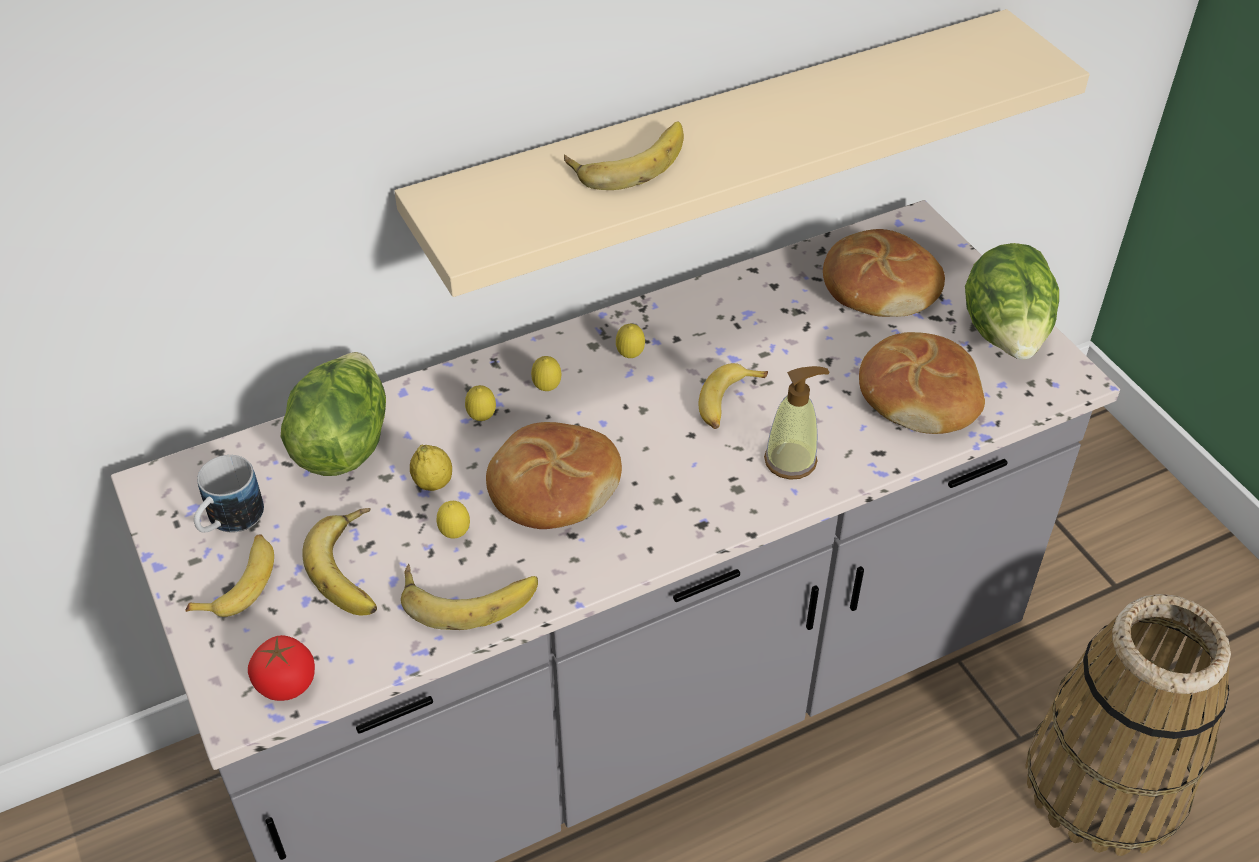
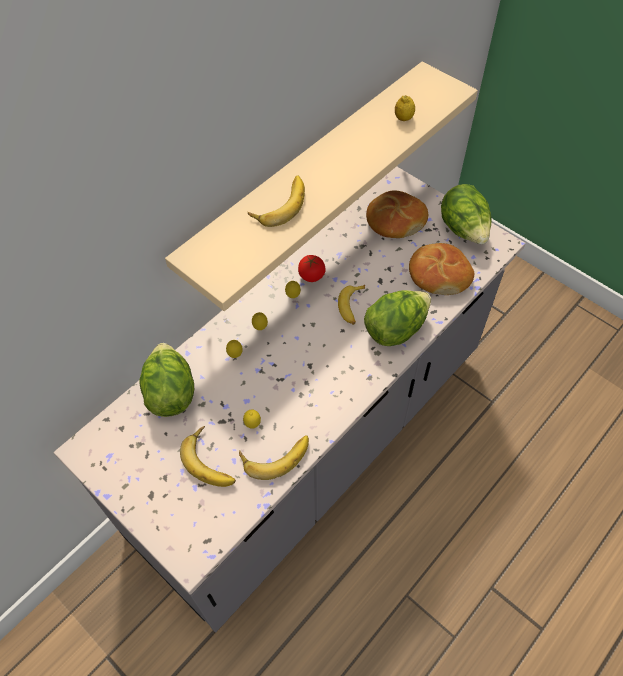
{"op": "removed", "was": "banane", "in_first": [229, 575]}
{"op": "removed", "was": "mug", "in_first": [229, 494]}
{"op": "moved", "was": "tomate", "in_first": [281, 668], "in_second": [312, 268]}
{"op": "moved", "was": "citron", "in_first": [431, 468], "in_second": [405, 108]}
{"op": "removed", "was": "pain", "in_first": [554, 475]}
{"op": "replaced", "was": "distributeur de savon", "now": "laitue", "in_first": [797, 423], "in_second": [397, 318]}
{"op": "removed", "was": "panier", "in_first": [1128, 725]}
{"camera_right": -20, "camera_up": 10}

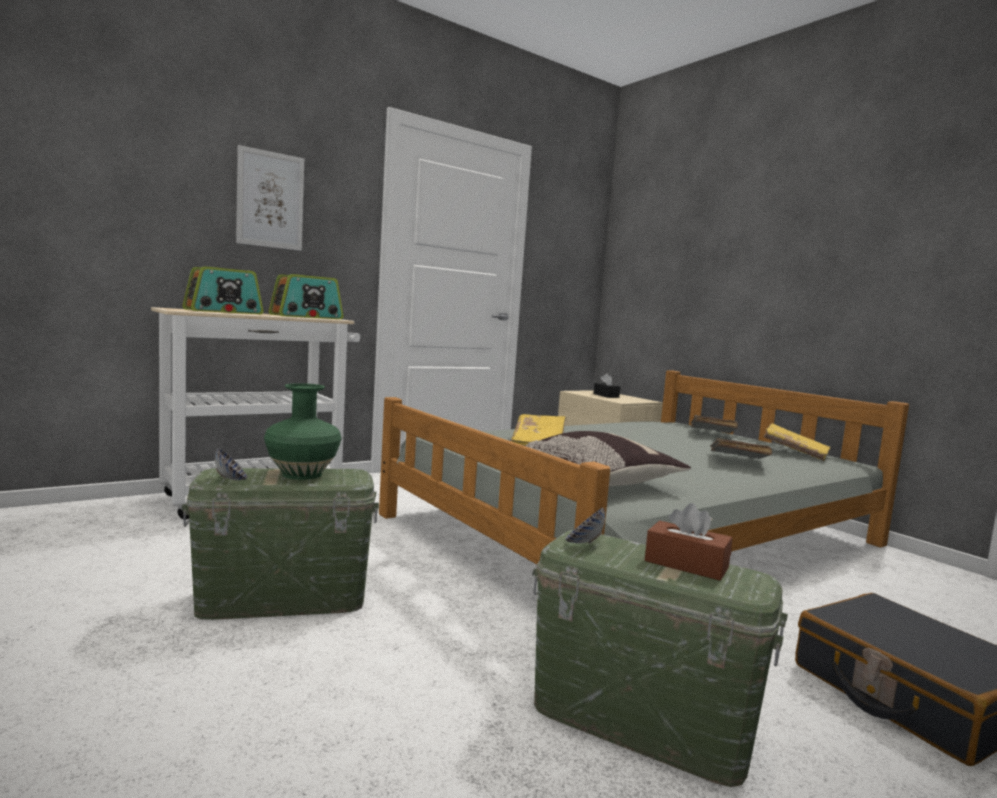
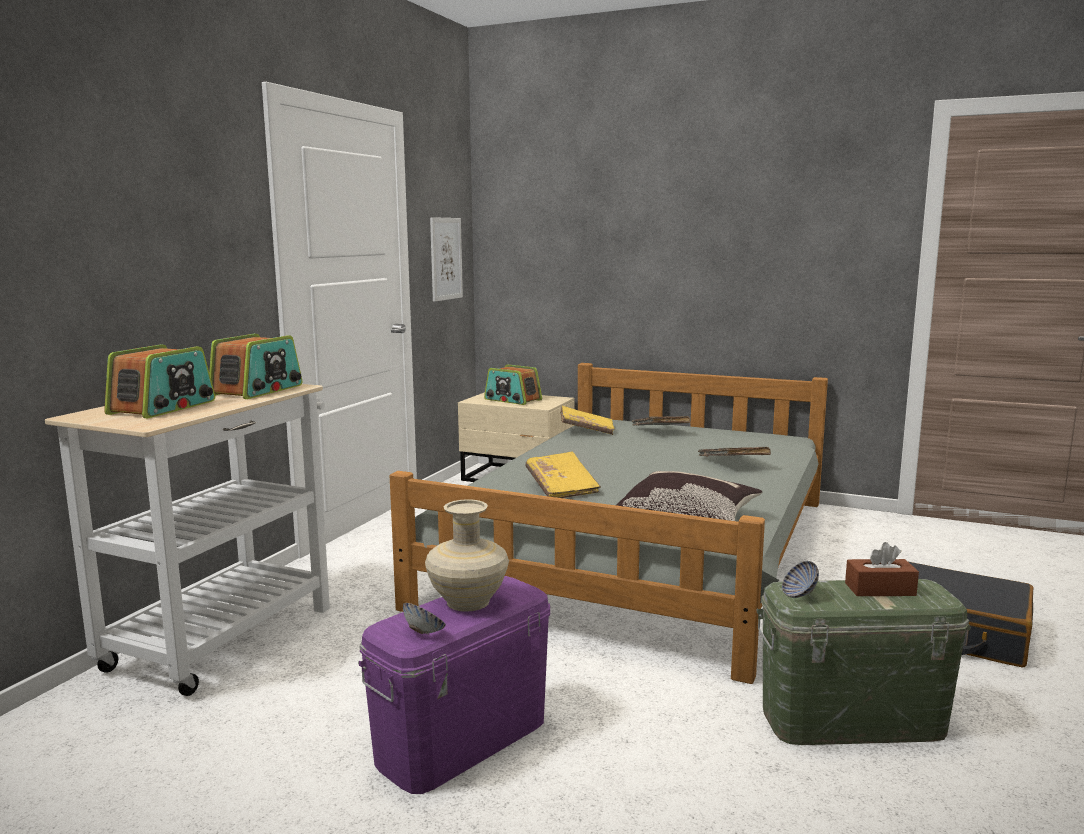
{"op": "recoloured", "was": "boîte de rangement (vert)", "now": "boîte de rangement (violet)", "in_first": [280, 544], "in_second": [454, 685]}
{"op": "moved", "was": "tableau", "in_first": [270, 198], "in_second": [446, 259]}
{"op": "recoloured", "was": "vase (vert)", "now": "vase (beige)", "in_first": [303, 431], "in_second": [467, 555]}
{"op": "replaced", "was": "boîte à mouchoirs (noir)", "now": "radio", "in_first": [606, 385], "in_second": [513, 384]}
{"op": "moved", "was": "livre (jaune)", "in_first": [797, 442], "in_second": [587, 420]}
{"camera_right": -30, "camera_up": 5}

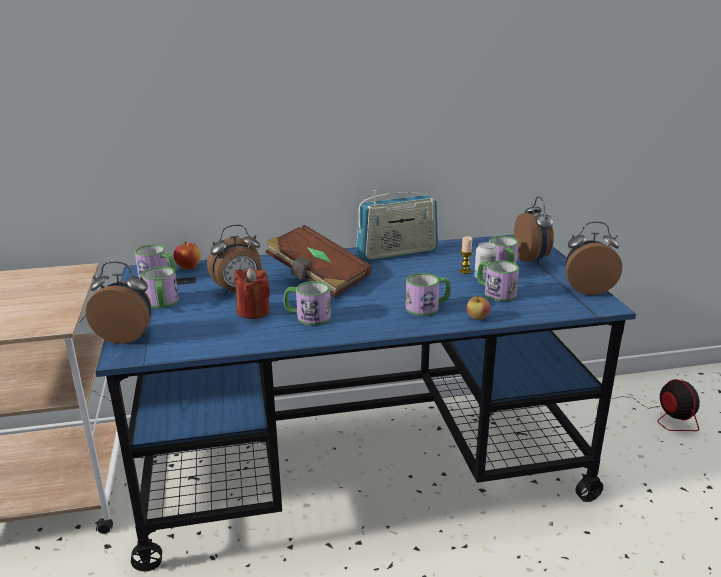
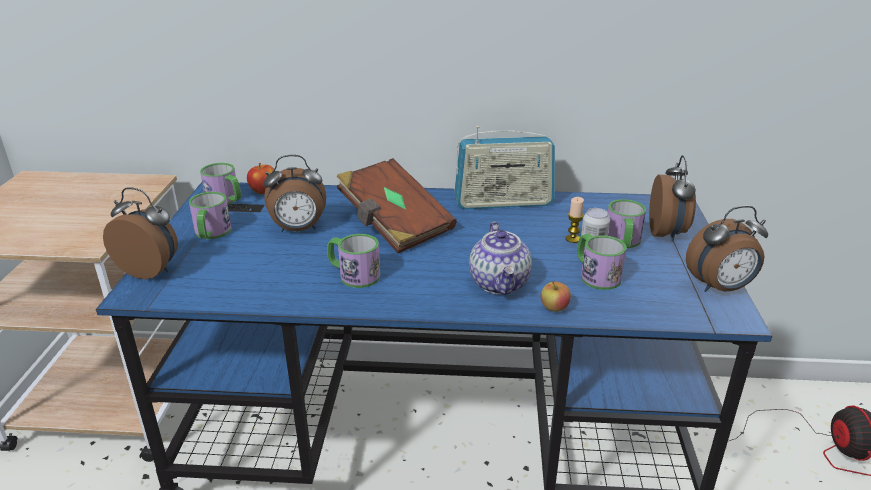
{"op": "removed", "was": "bougie (rouge)", "in_first": [252, 293]}
{"op": "replaced", "was": "mug", "now": "théière", "in_first": [428, 294], "in_second": [500, 258]}
{"op": "turned", "was": "réveil", "in_first": [593, 258], "in_second": [727, 249], "clockwise": 150}
{"camera_right": 15, "camera_up": 5}

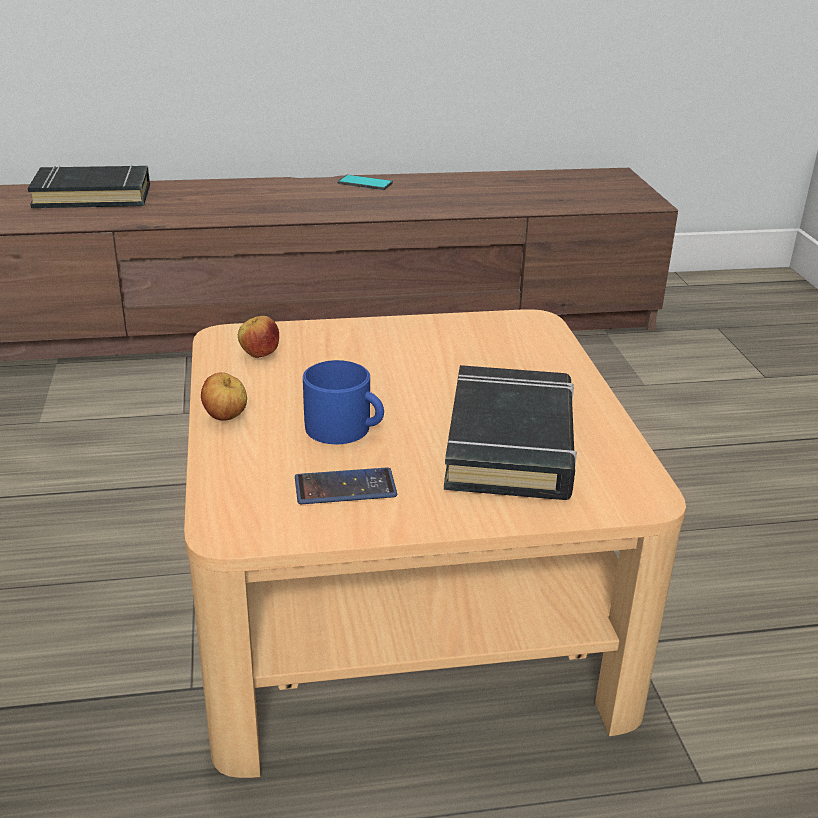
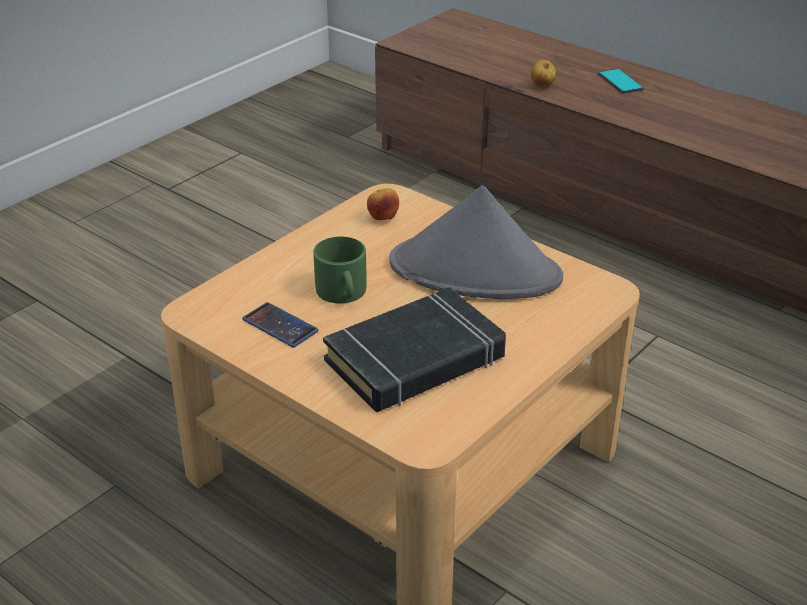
{"op": "removed", "was": "livre (noir)", "in_first": [89, 186]}
{"op": "moved", "was": "pomme", "in_first": [224, 396], "in_second": [544, 73]}
{"op": "recoloured", "was": "mug (bleu)", "now": "mug (vert)", "in_first": [343, 402], "in_second": [340, 270]}
{"op": "moved", "was": "téléphone", "in_first": [365, 182], "in_second": [621, 81]}
{"op": "added", "now": "chapeau (gris)", "in_second": [476, 242]}
{"camera_right": 50, "camera_up": 5}

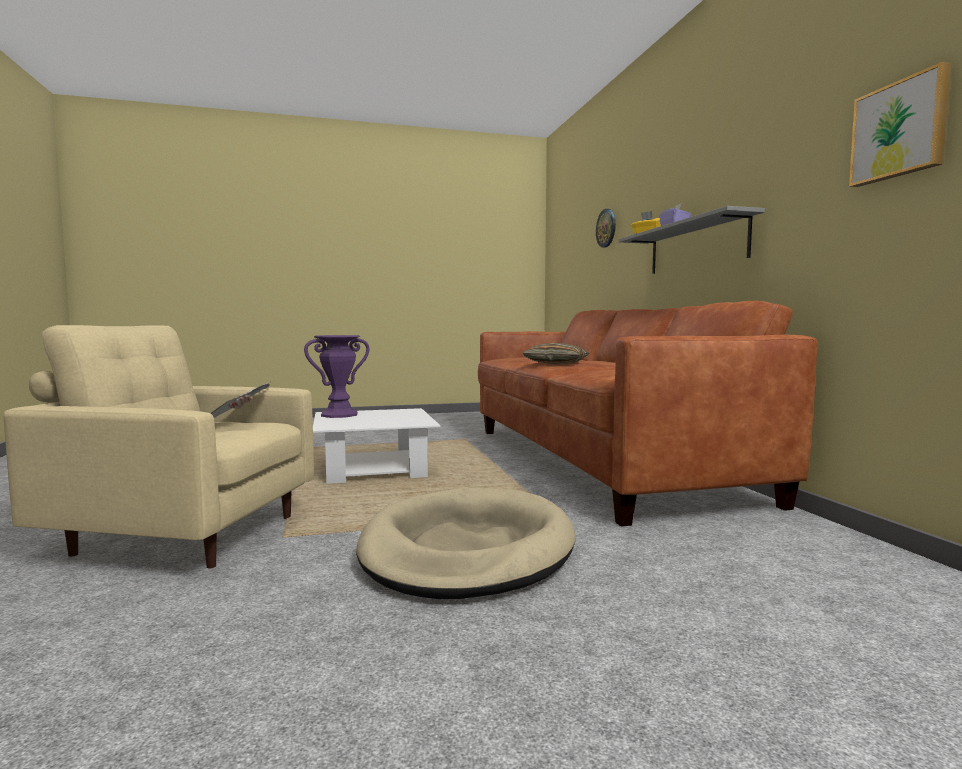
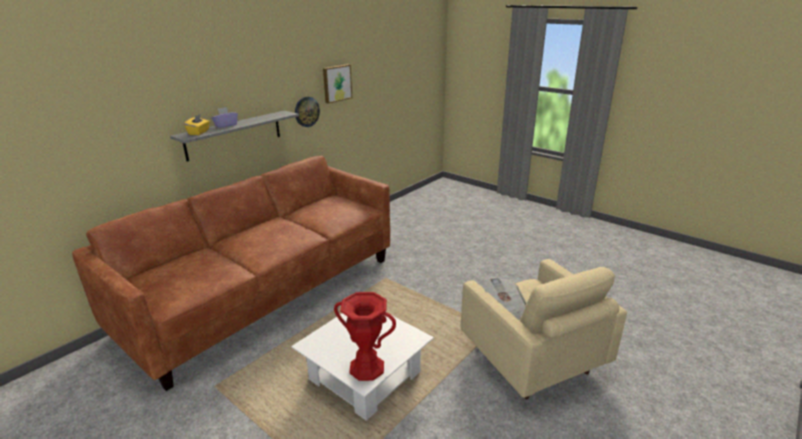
{"op": "recoloured", "was": "vase (violet)", "now": "vase (rouge)", "in_first": [337, 376], "in_second": [365, 336]}
{"op": "removed", "was": "panier pour chien (beige)", "in_first": [465, 543]}
{"op": "removed", "was": "coussin", "in_first": [556, 353]}
{"op": "moved", "was": "horloge murale", "in_first": [606, 228], "in_second": [307, 112]}
{"camera_right": -125, "camera_up": 20}

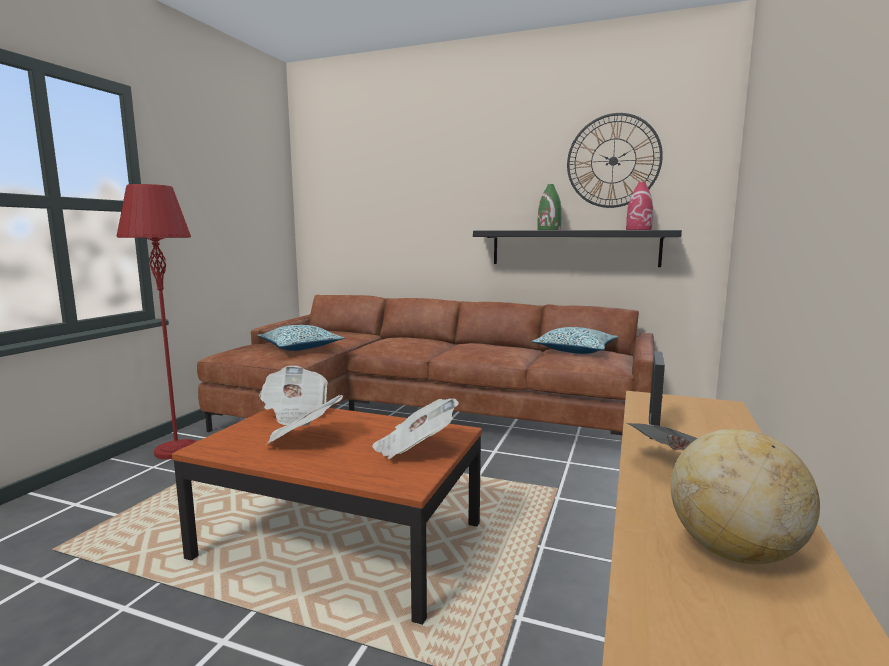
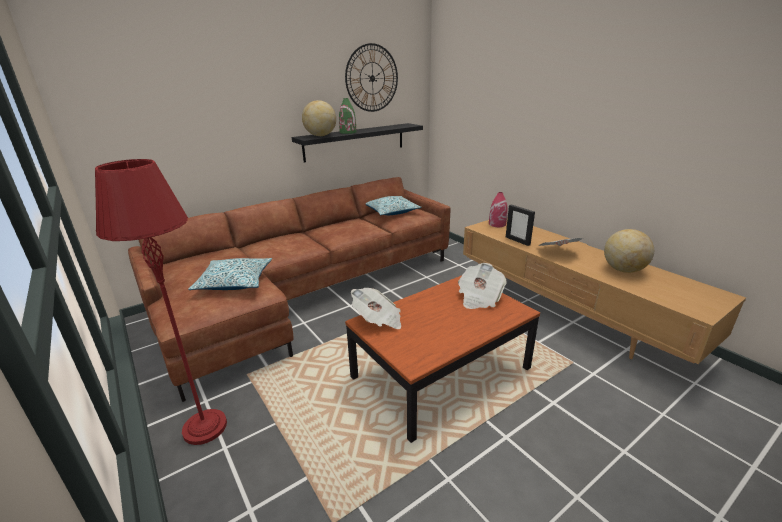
{"op": "removed", "was": "journal", "in_first": [305, 419]}
{"op": "moved", "was": "vase (rouge)", "in_first": [639, 206], "in_second": [498, 209]}
{"op": "added", "now": "globe", "in_second": [319, 118]}
{"camera_right": -55, "camera_up": 15}

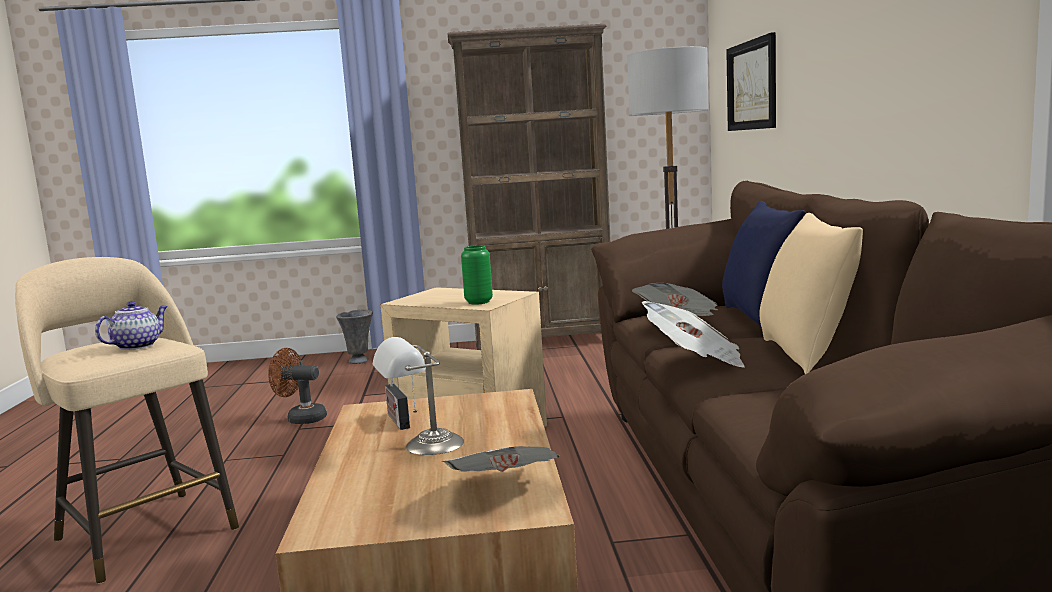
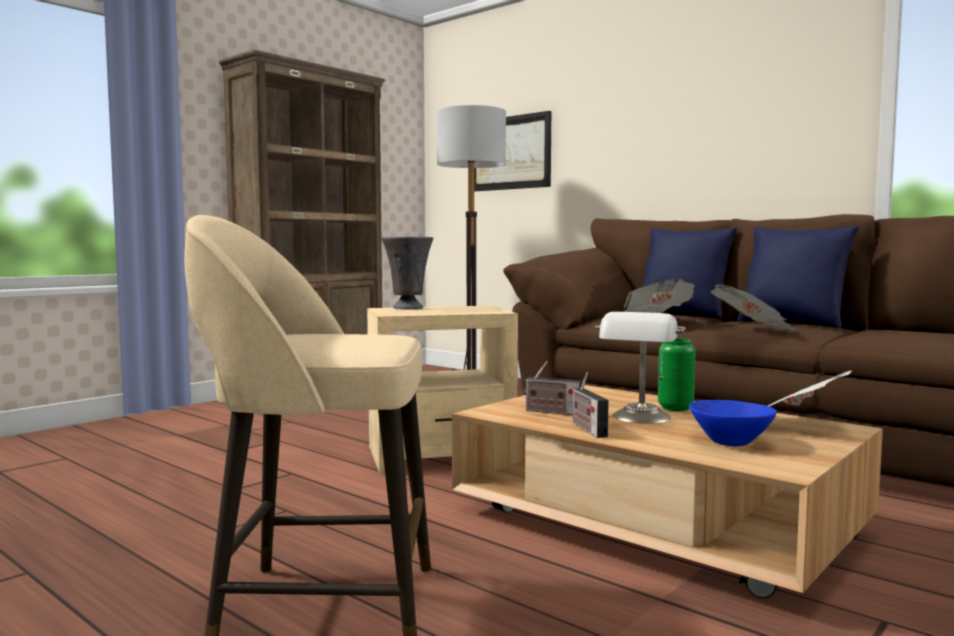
{"op": "removed", "was": "théière", "in_first": [131, 325]}
{"op": "removed", "was": "ventilateur (marron)", "in_first": [297, 386]}
{"op": "moved", "was": "vase (gris)", "in_first": [354, 337], "in_second": [407, 273]}
{"op": "moved", "was": "vase (vert)", "in_first": [477, 275], "in_second": [676, 374]}
{"op": "recoloured", "was": "coussin (beige)", "now": "coussin (bleu)", "in_first": [811, 293], "in_second": [798, 277]}
{"op": "added", "now": "radio", "in_second": [591, 405]}
{"op": "added", "now": "bol (bleu)", "in_second": [733, 423]}
{"camera_right": -45, "camera_up": -5}

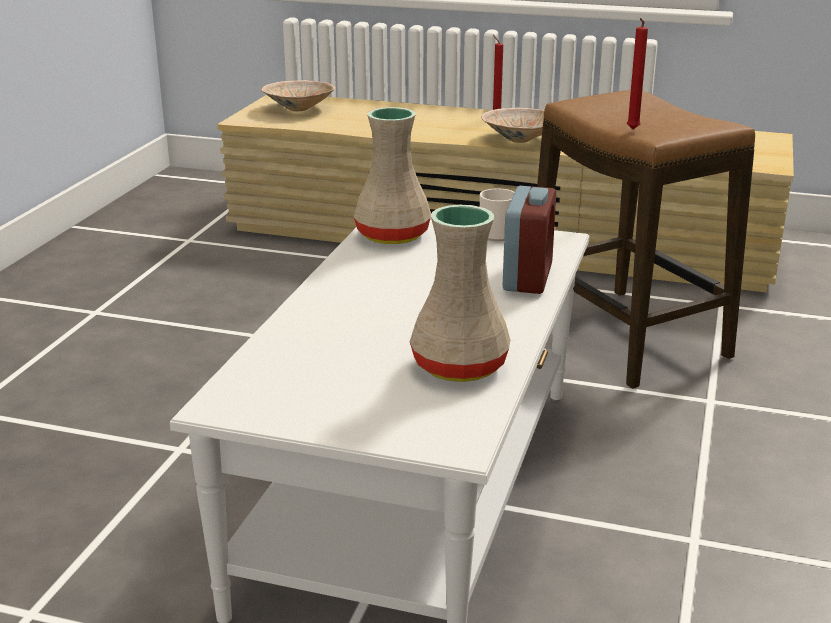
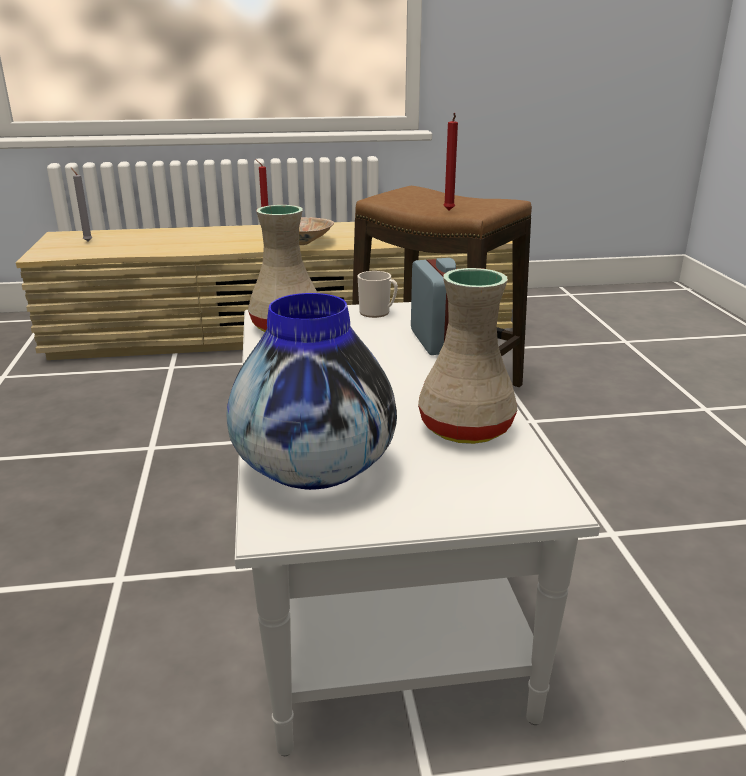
{"op": "replaced", "was": "bol (beige)", "now": "bougie (gris)", "in_first": [298, 95], "in_second": [81, 204]}
{"op": "added", "now": "vase", "in_second": [311, 391]}
{"camera_right": -25, "camera_up": 0}

